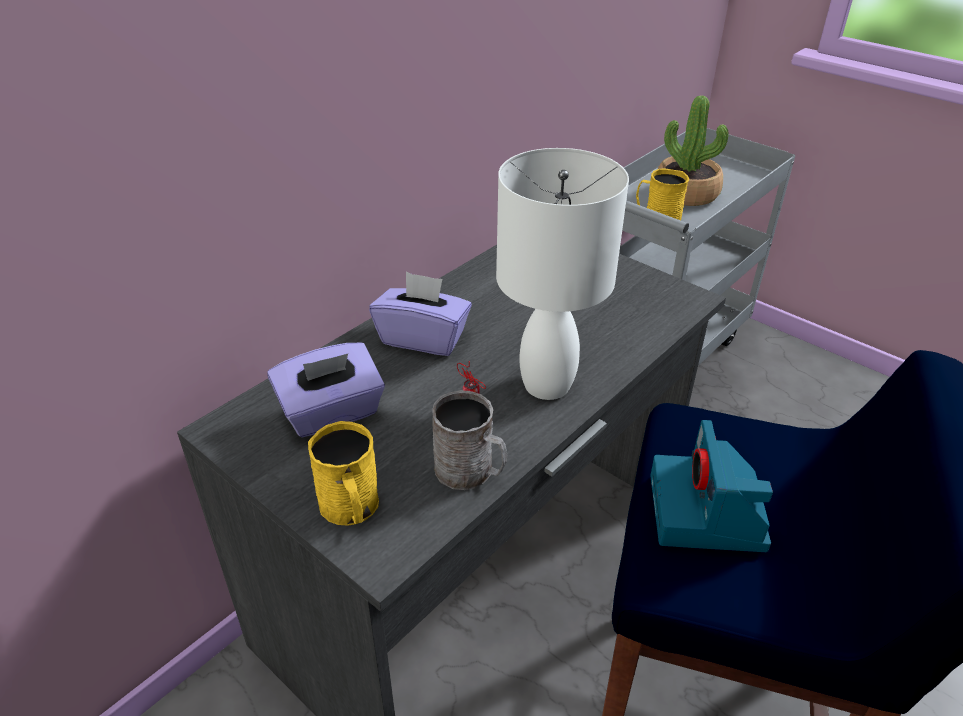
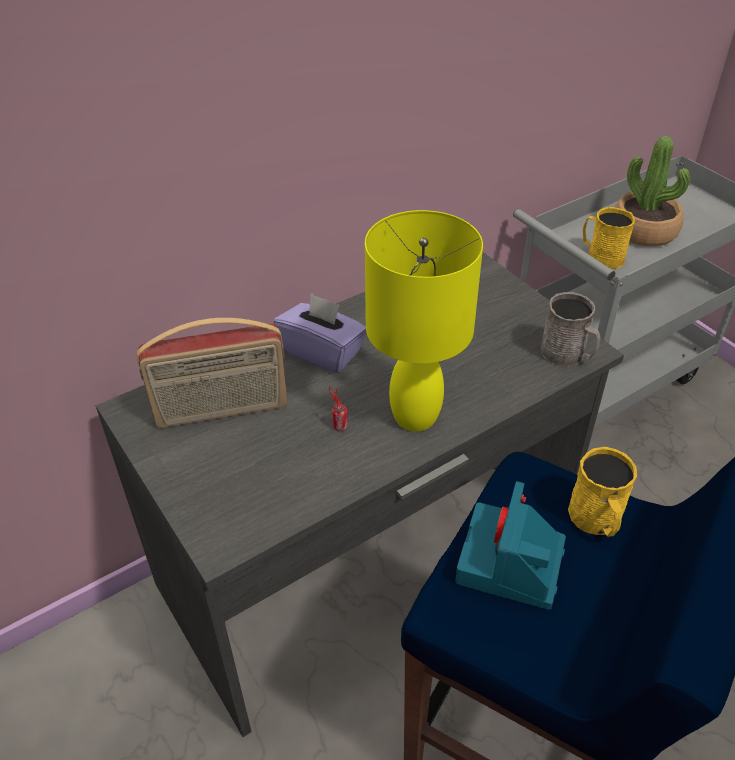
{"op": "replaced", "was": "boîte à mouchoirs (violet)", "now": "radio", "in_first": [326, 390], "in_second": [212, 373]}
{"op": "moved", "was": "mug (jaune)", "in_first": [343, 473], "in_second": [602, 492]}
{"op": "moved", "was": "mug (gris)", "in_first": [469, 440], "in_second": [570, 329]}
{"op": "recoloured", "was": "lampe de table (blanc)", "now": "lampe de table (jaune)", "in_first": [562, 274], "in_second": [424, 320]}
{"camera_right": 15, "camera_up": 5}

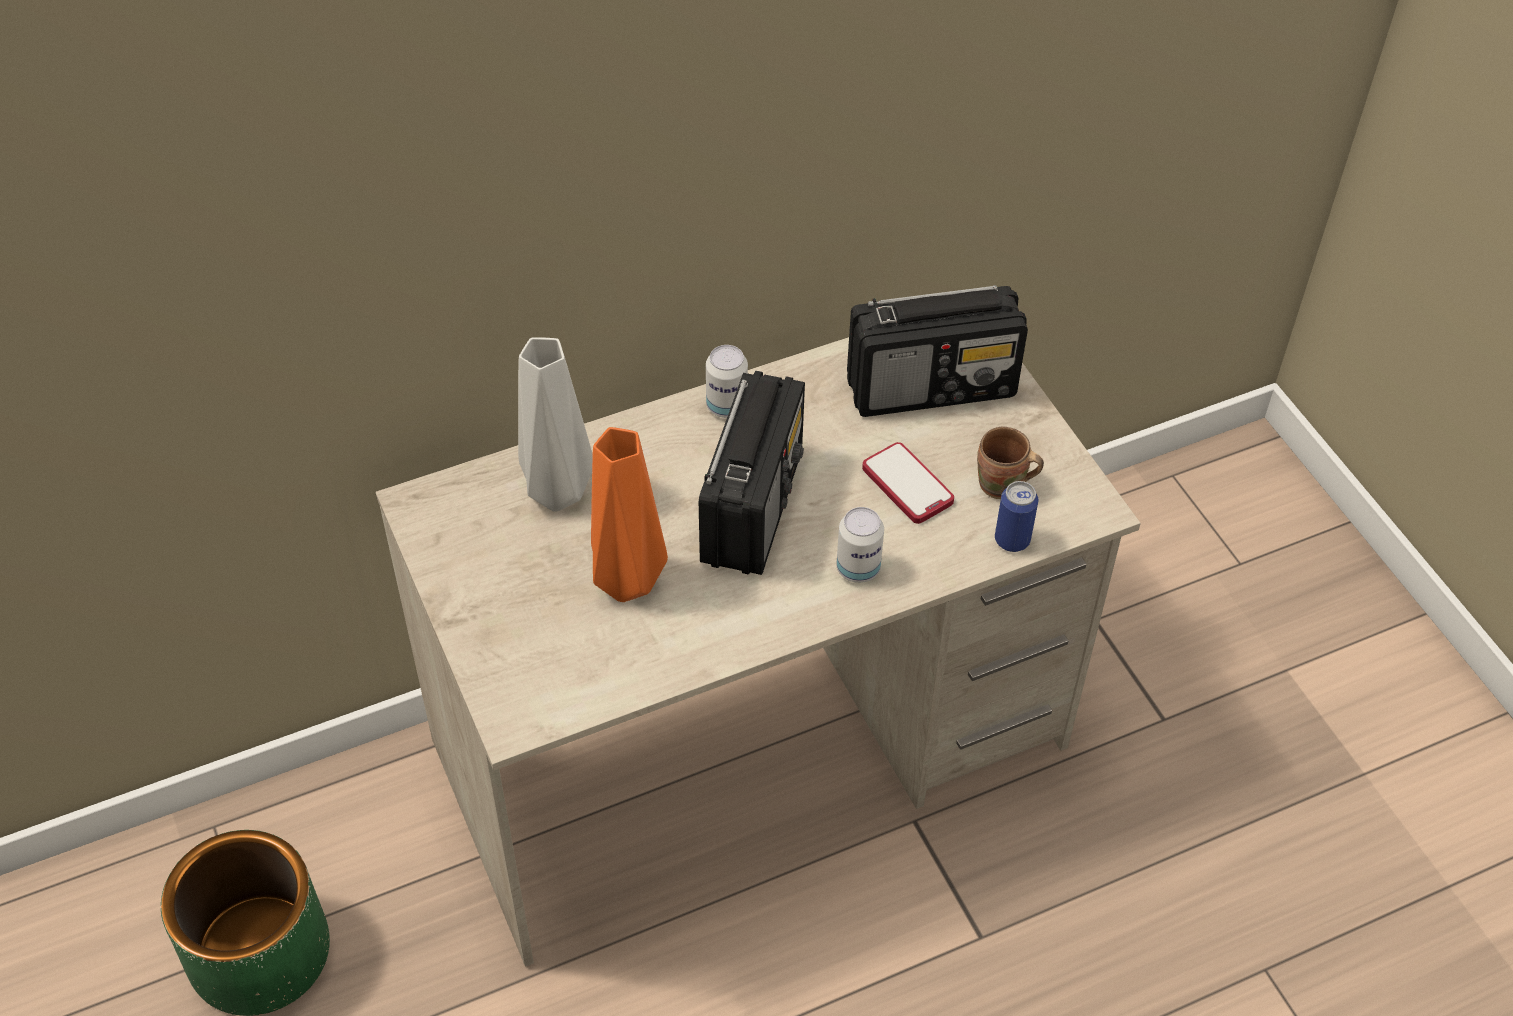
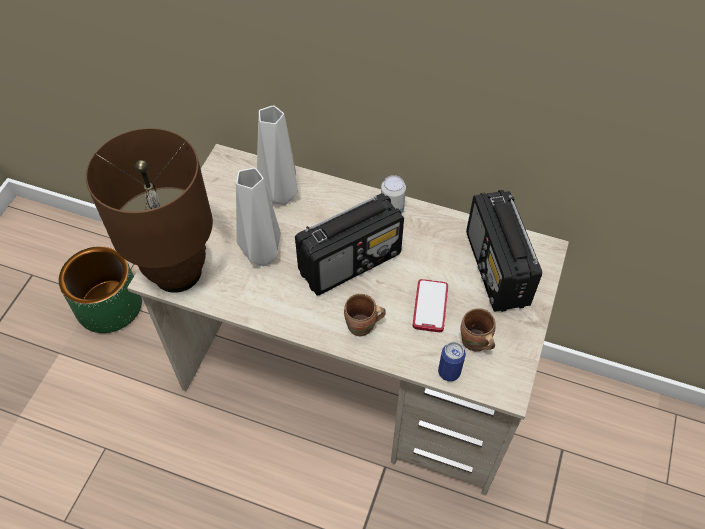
{"op": "recoloured", "was": "vase (orange)", "now": "vase (gris)", "in_first": [629, 514], "in_second": [258, 217]}
{"op": "replaced", "was": "boîte métallique", "now": "mug (marron)", "in_first": [860, 545], "in_second": [365, 315]}
{"op": "turned", "was": "radio", "in_first": [937, 351], "in_second": [504, 251], "clockwise": 45}
{"op": "added", "now": "lampe de table (marron)", "in_second": [149, 210]}
{"camera_right": 45, "camera_up": 5}

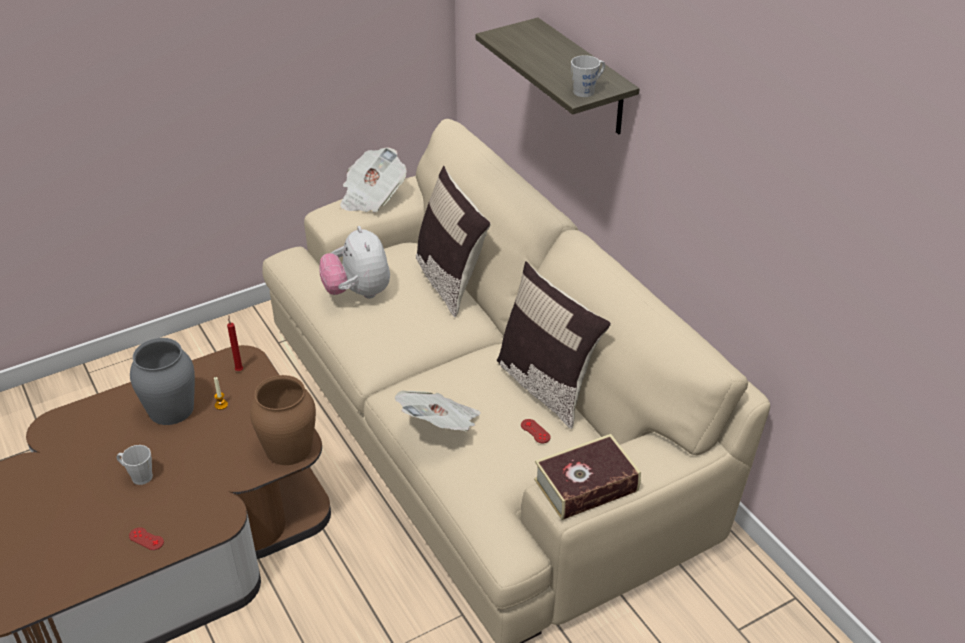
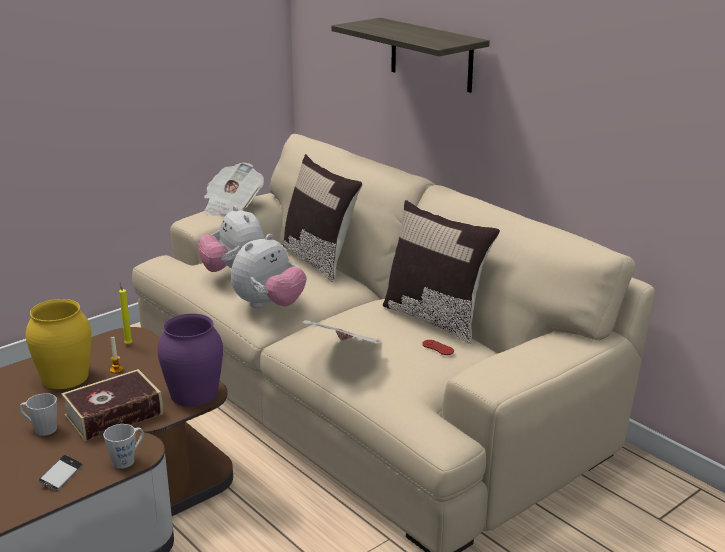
{"op": "replaced", "was": "manette (rouge)", "now": "téléphone", "in_first": [146, 538], "in_second": [60, 473]}
{"op": "recoloured", "was": "vase (gris)", "now": "vase (jaune)", "in_first": [162, 381], "in_second": [58, 344]}
{"op": "recoloured", "was": "bougie (rouge)", "now": "bougie (jaune)", "in_first": [235, 343], "in_second": [126, 313]}
{"op": "recoloured", "was": "vase (marron)", "now": "vase (violet)", "in_first": [283, 420], "in_second": [190, 360]}
{"op": "moved", "was": "livre", "in_first": [587, 477], "in_second": [112, 405]}
{"op": "moved", "was": "mug (gris)", "in_first": [588, 76], "in_second": [123, 446]}
{"op": "added", "now": "peluche", "in_second": [269, 271]}
{"camera_right": -10, "camera_up": -15}

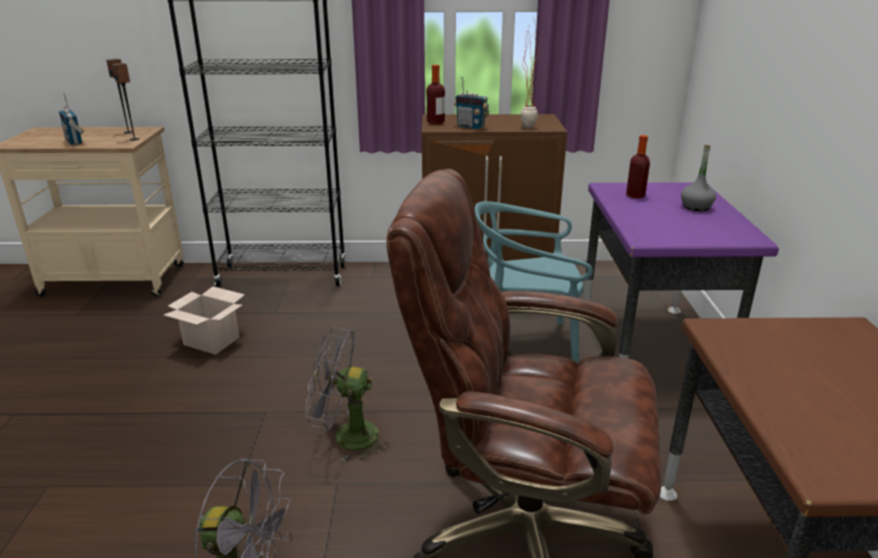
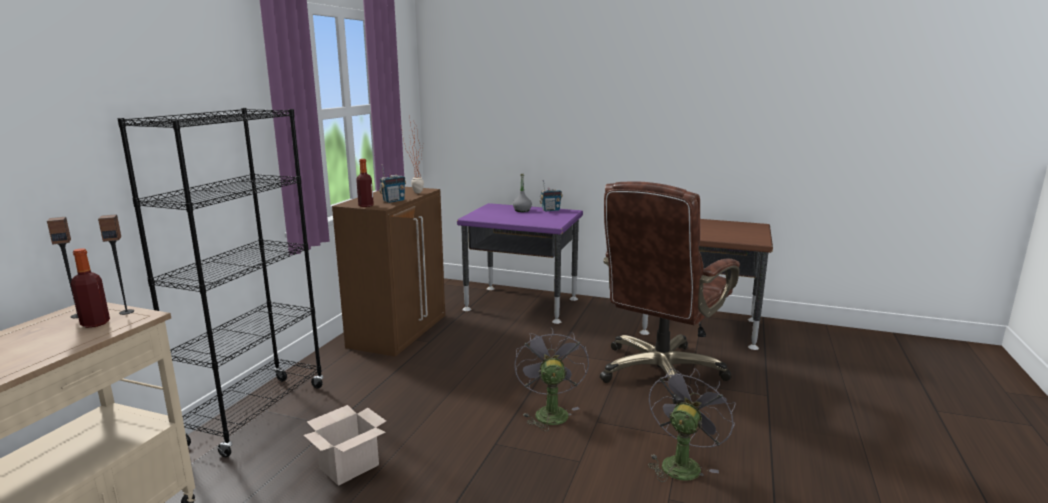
{"op": "moved", "was": "radio", "in_first": [72, 119], "in_second": [551, 195]}
{"op": "turned", "was": "ventilateur (gris)", "in_first": [347, 394], "in_second": [551, 379], "clockwise": 150}
{"op": "removed", "was": "chaise (turquoise)", "in_first": [533, 282]}
{"op": "moved", "was": "bouteille", "in_first": [638, 167], "in_second": [90, 288]}
{"camera_right": -70, "camera_up": -10}

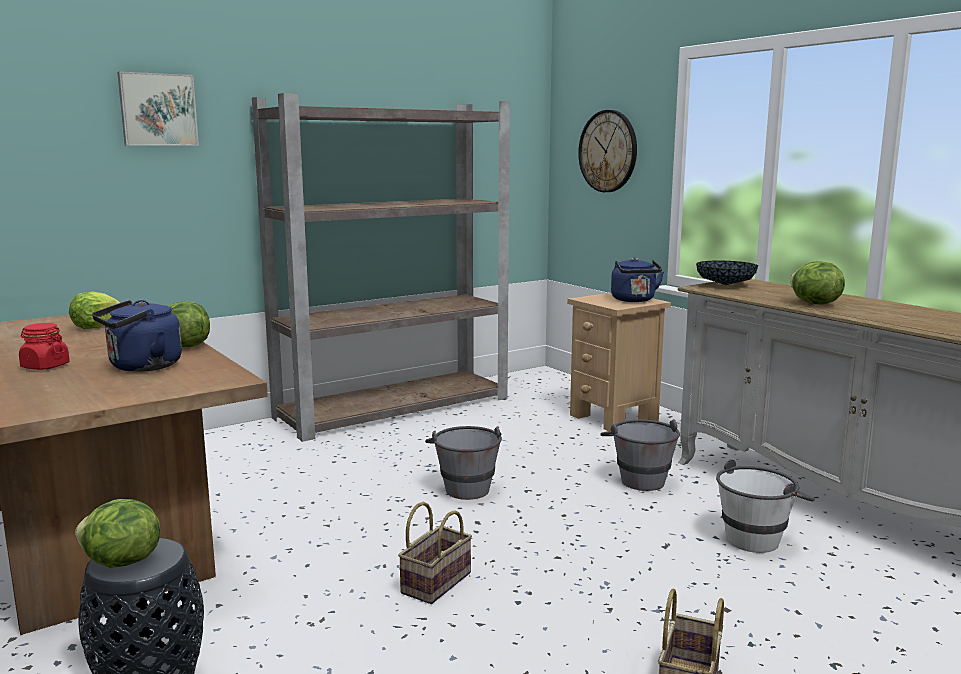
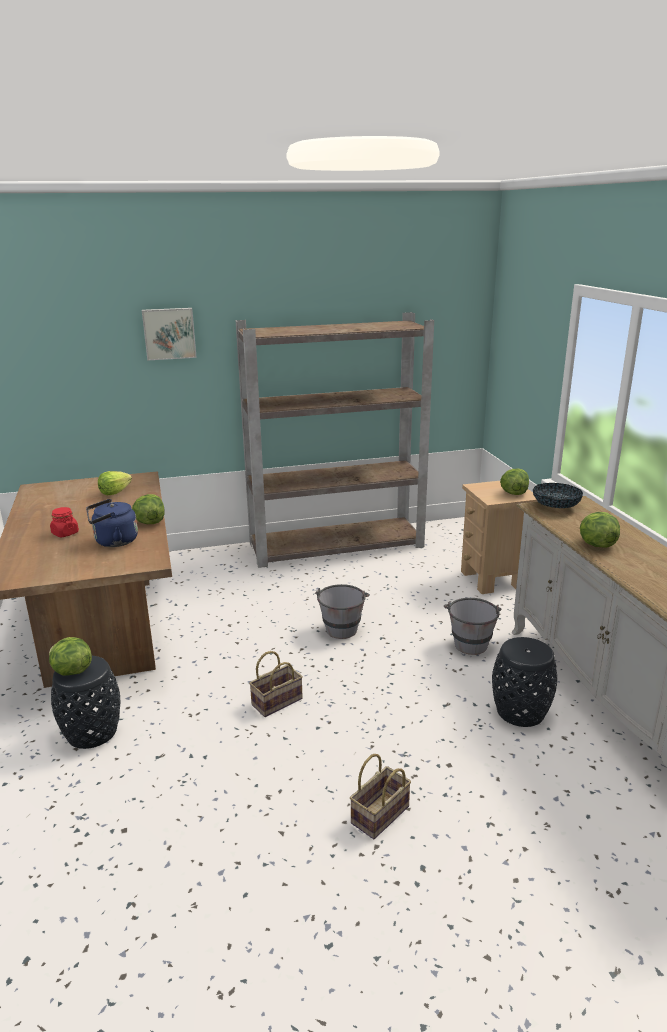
{"op": "removed", "was": "horloge murale", "in_first": [607, 151]}
{"op": "replaced", "was": "bouilloire (bleu)", "now": "laitue", "in_first": [637, 279], "in_second": [514, 481]}
{"op": "replaced", "was": "seau (blanc)", "now": "tabouret (noir)", "in_first": [765, 506], "in_second": [524, 682]}
{"camera_right": 20, "camera_up": 10}

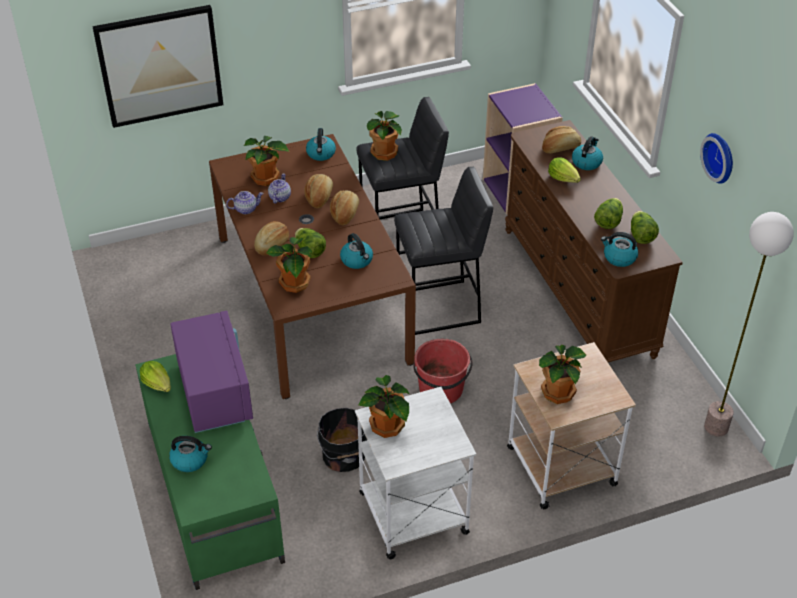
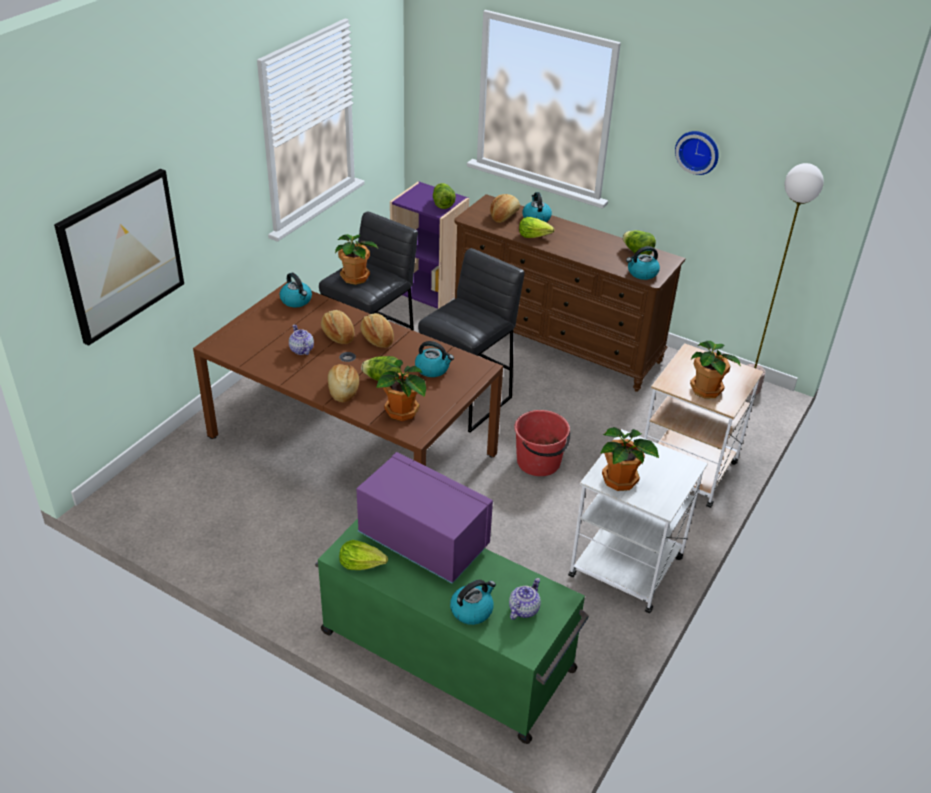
{"op": "moved", "was": "théière", "in_first": [244, 202], "in_second": [525, 599]}
{"op": "removed", "was": "plante en pot", "in_first": [266, 161]}
{"op": "removed", "was": "seau (noir)", "in_first": [342, 440]}
{"op": "moved", "was": "laitue", "in_first": [608, 213], "in_second": [444, 196]}
{"camera_right": -40, "camera_up": -5}

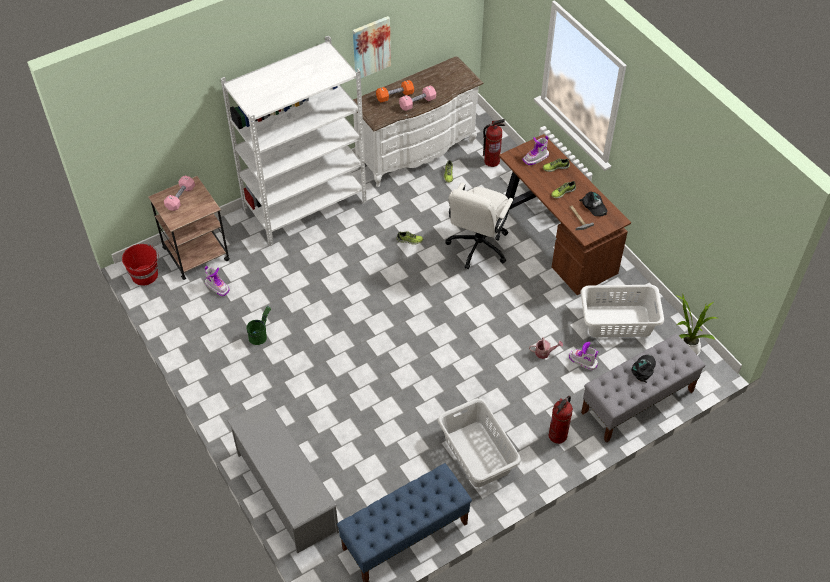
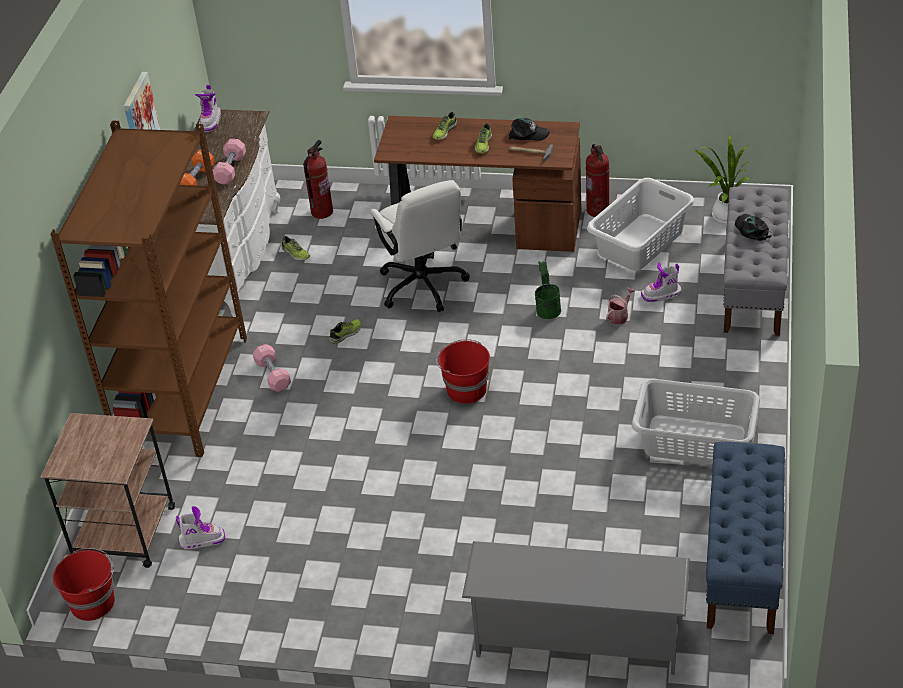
{"op": "moved", "was": "haltère (rose)", "in_first": [179, 193], "in_second": [272, 368]}
{"op": "recoloured", "was": "bibliothèque (blanc)", "now": "bibliothèque (marron)", "in_first": [294, 141], "in_second": [149, 289]}
{"op": "moved", "was": "seau (vert)", "in_first": [258, 325], "in_second": [548, 290]}
{"op": "moved", "was": "botte", "in_first": [536, 150], "in_second": [208, 108]}
{"op": "moved", "was": "extincteur", "in_first": [561, 420], "in_second": [597, 180]}
{"op": "added", "now": "seau (rouge)", "in_second": [463, 371]}
{"camera_right": -45, "camera_up": -10}

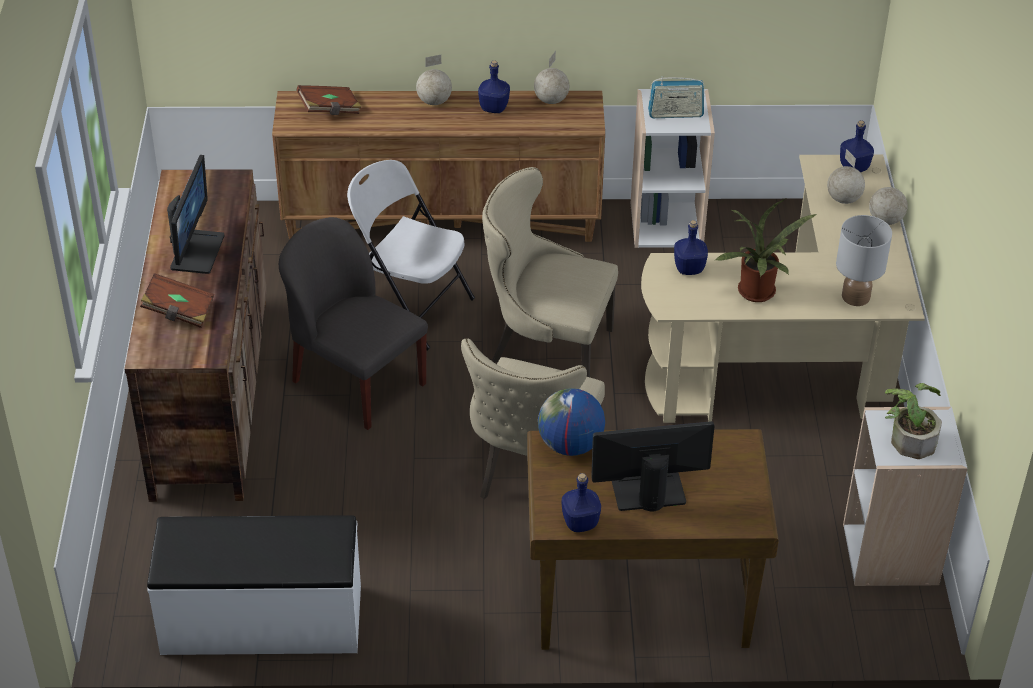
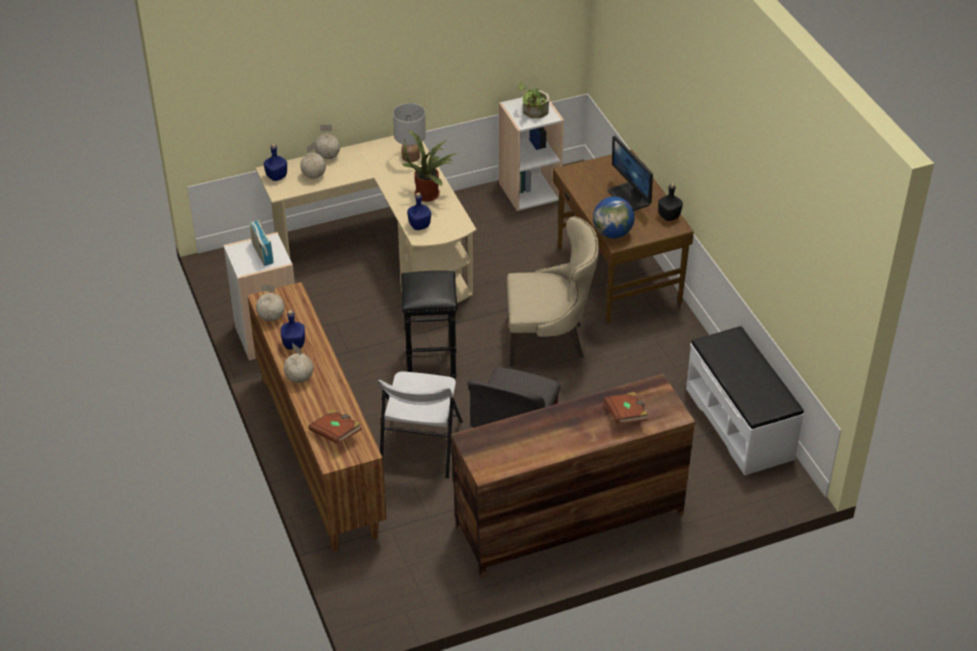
{"op": "removed", "was": "écran d'ordinateur", "in_first": [196, 214]}
{"op": "replaced", "was": "chaise (beige)", "now": "tabouret (noir)", "in_first": [550, 272], "in_second": [429, 325]}
{"op": "recoloured", "was": "bouteille (bleu)", "now": "bouteille (noir)", "in_first": [581, 502], "in_second": [670, 202]}
{"camera_right": -110, "camera_up": 0}

